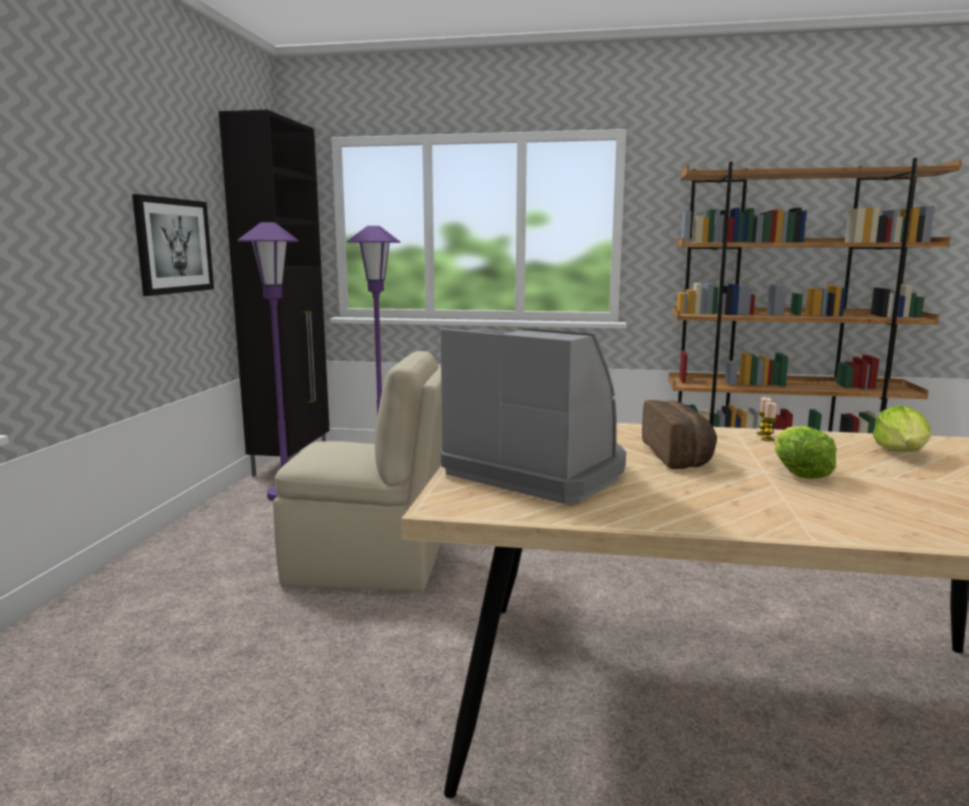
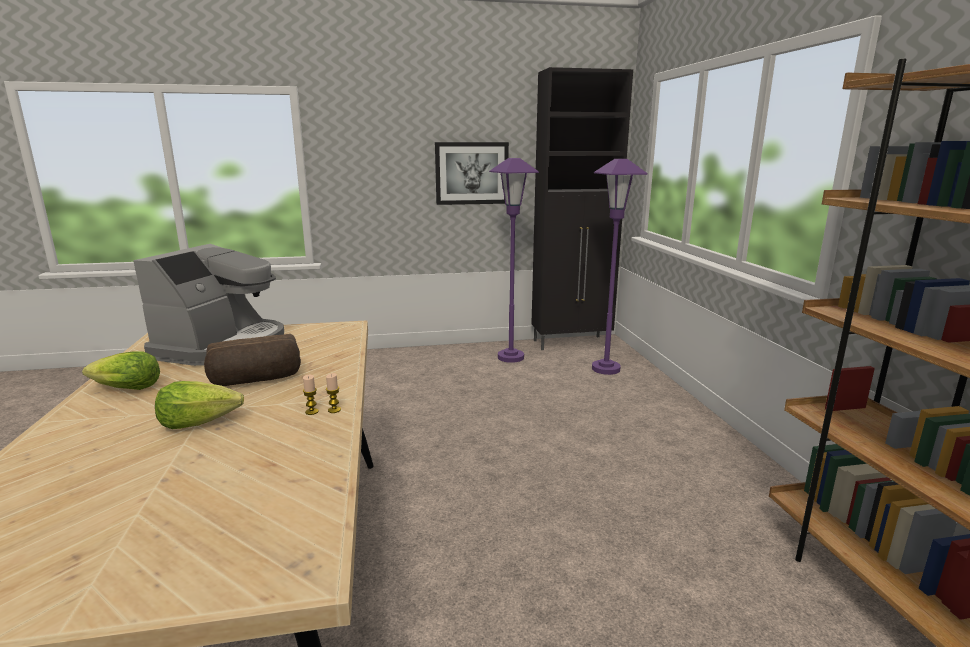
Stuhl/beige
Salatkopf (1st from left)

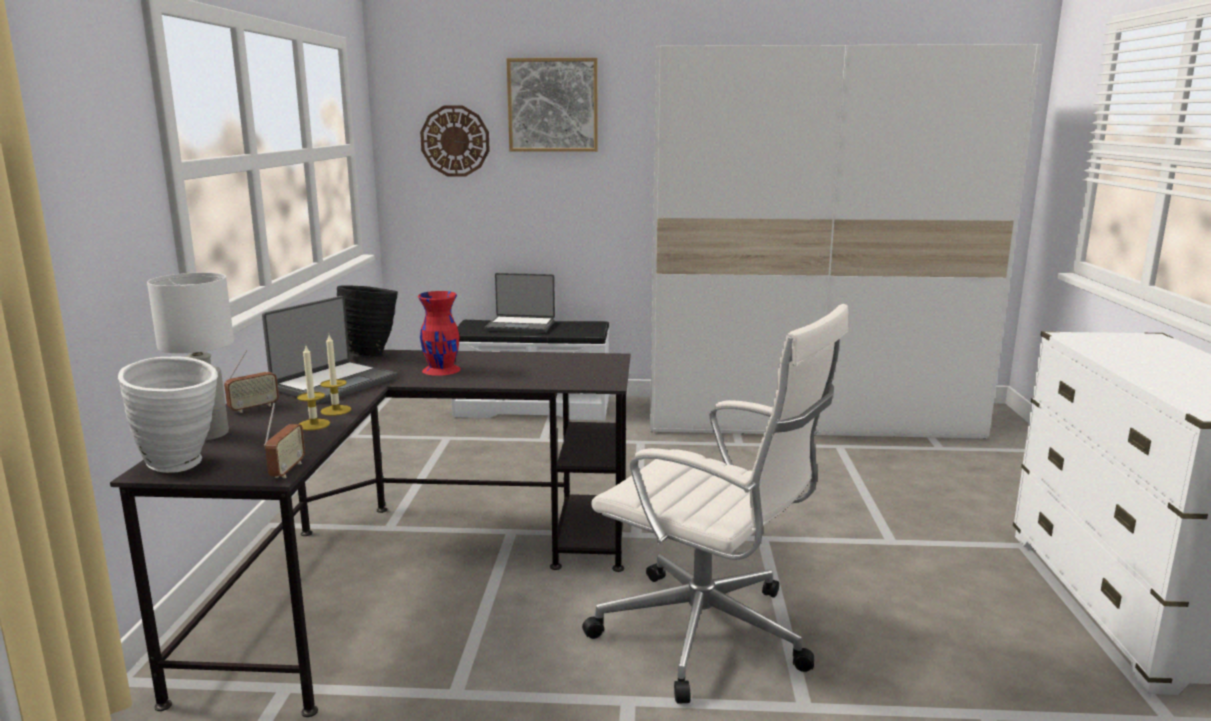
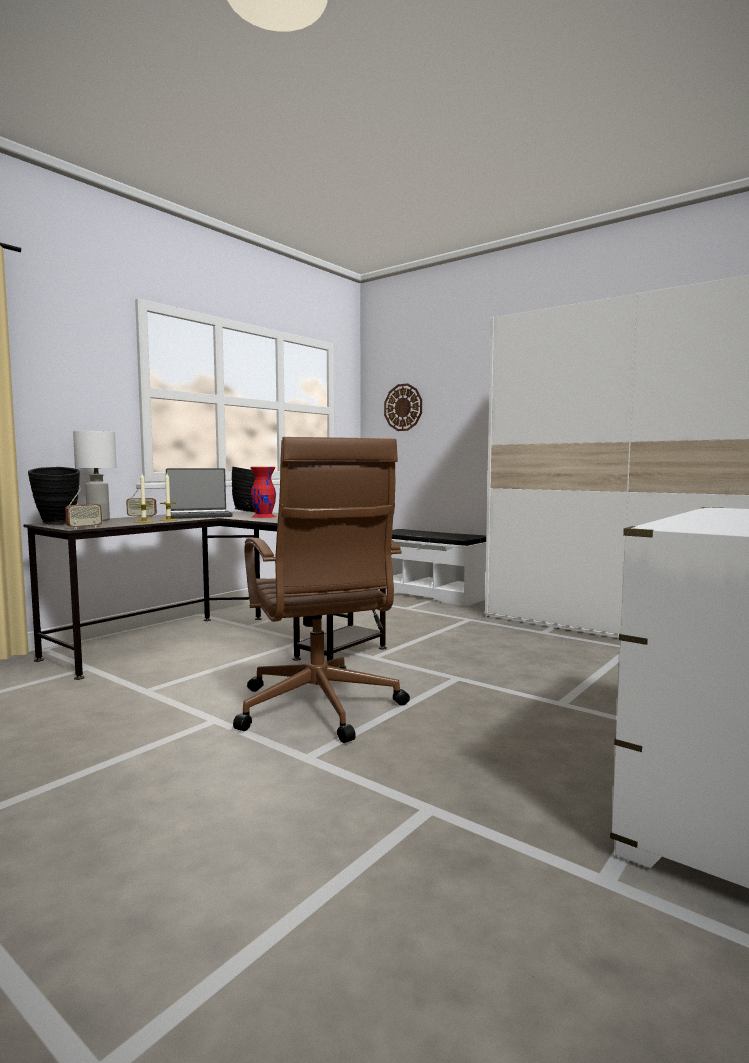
Bild
Laptop (2nd from left in the first image)
Bürostuhl/braun
Vase/schwarz (1st from left)

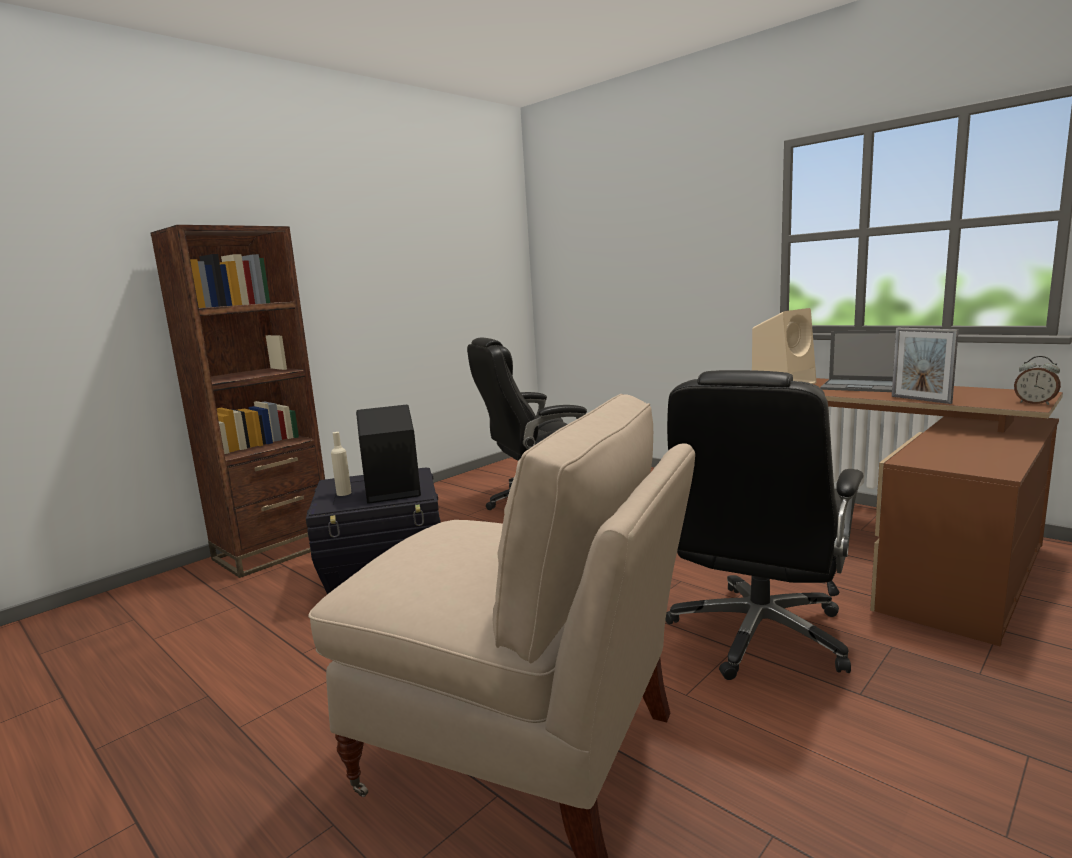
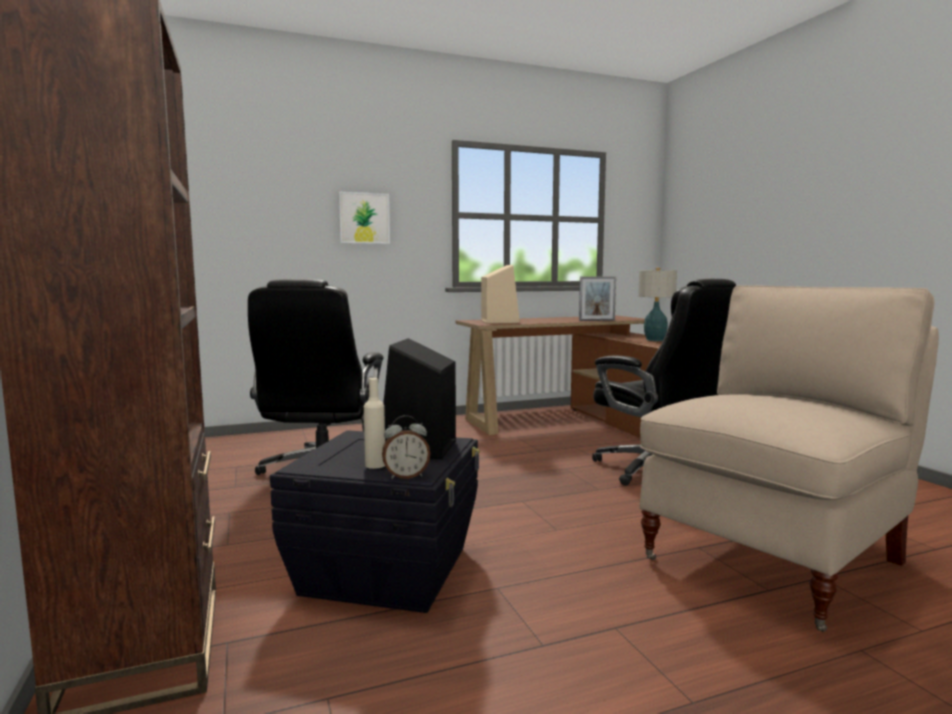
Laptop
Wecker
Bild
Tischlampe

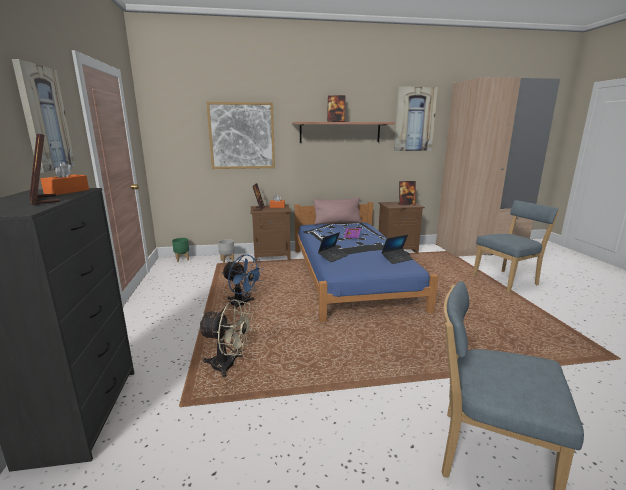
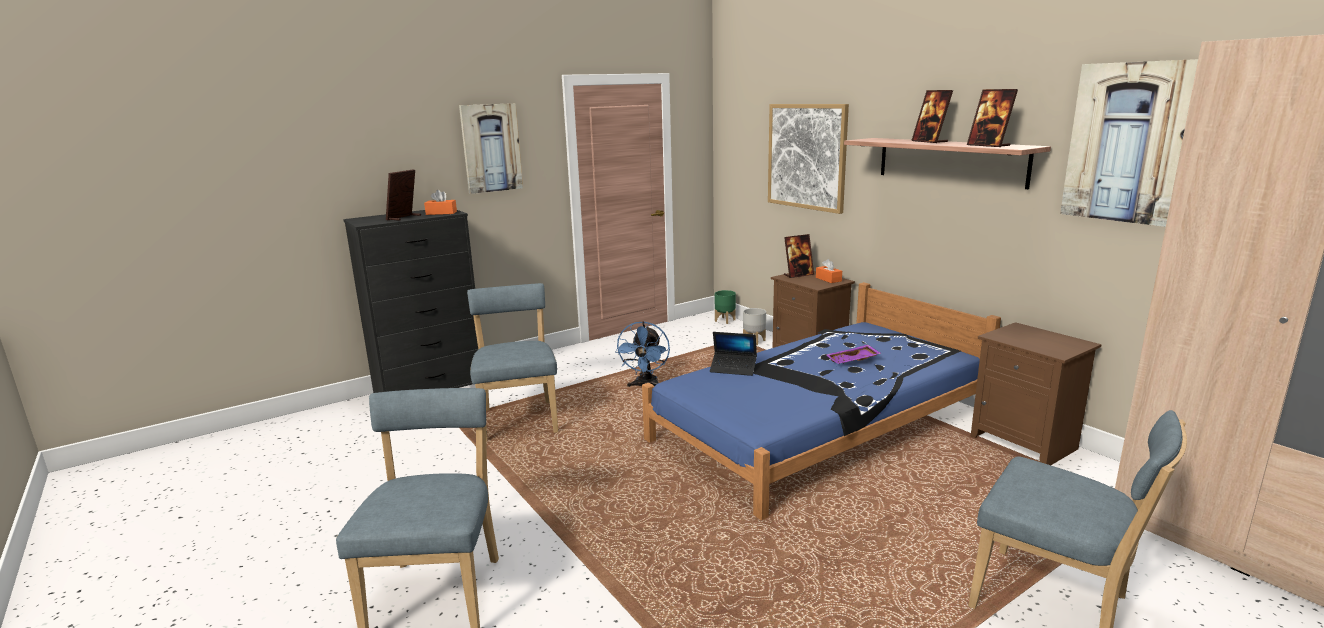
Bilderrahmen (4th from left)
Kissen/rosa
Laptop (2nd from left in the first image)
Stuhl/blau (2nd from left)

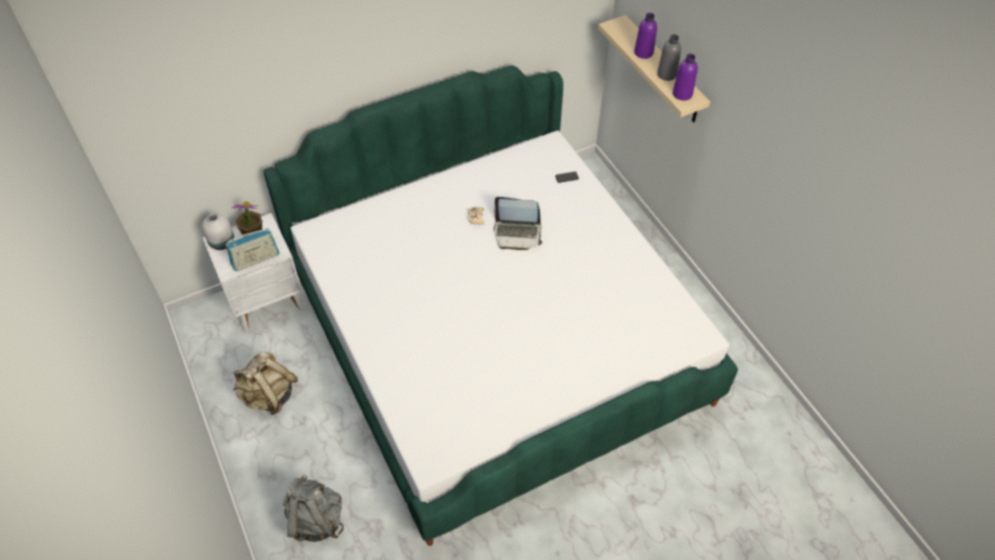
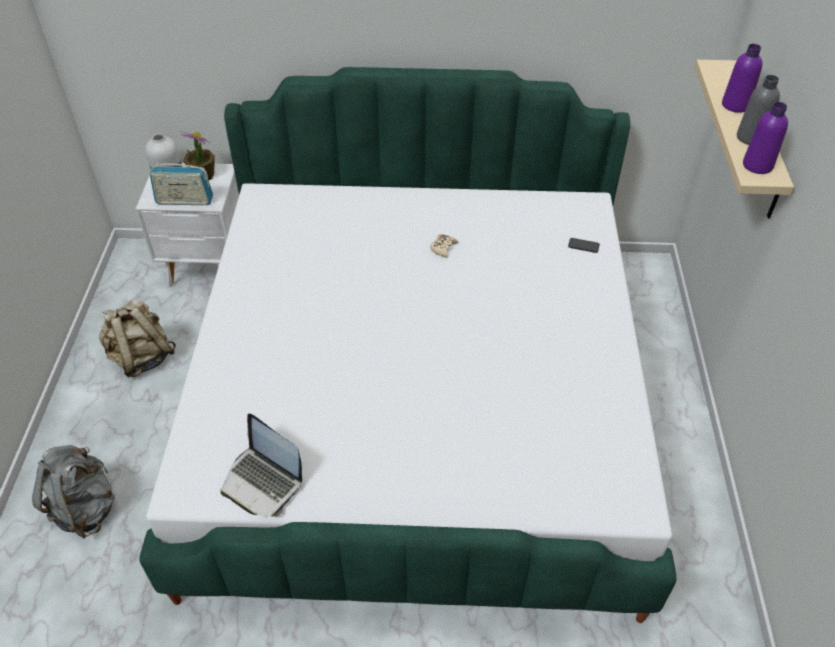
Laptop

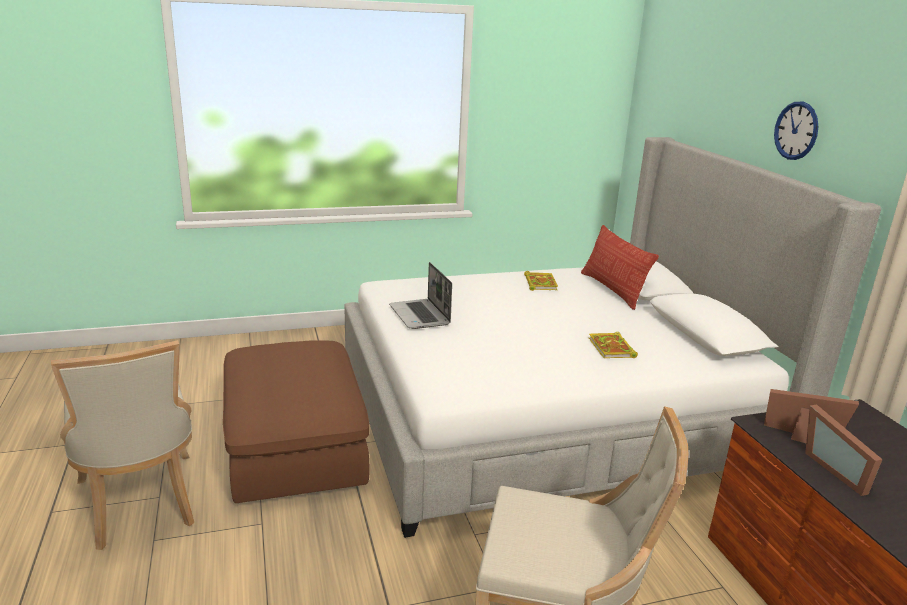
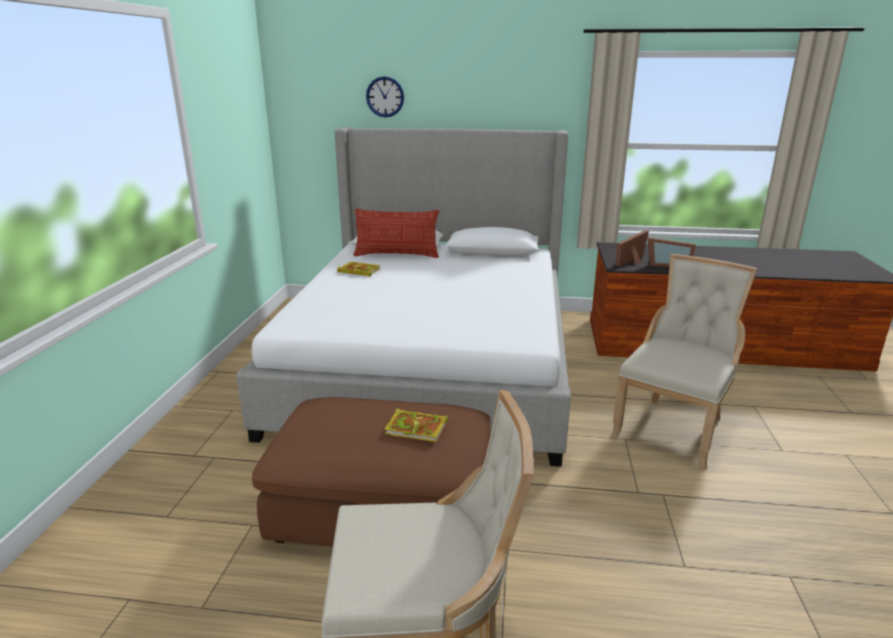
Wanduhr
Laptop
Buch (2nd from left)

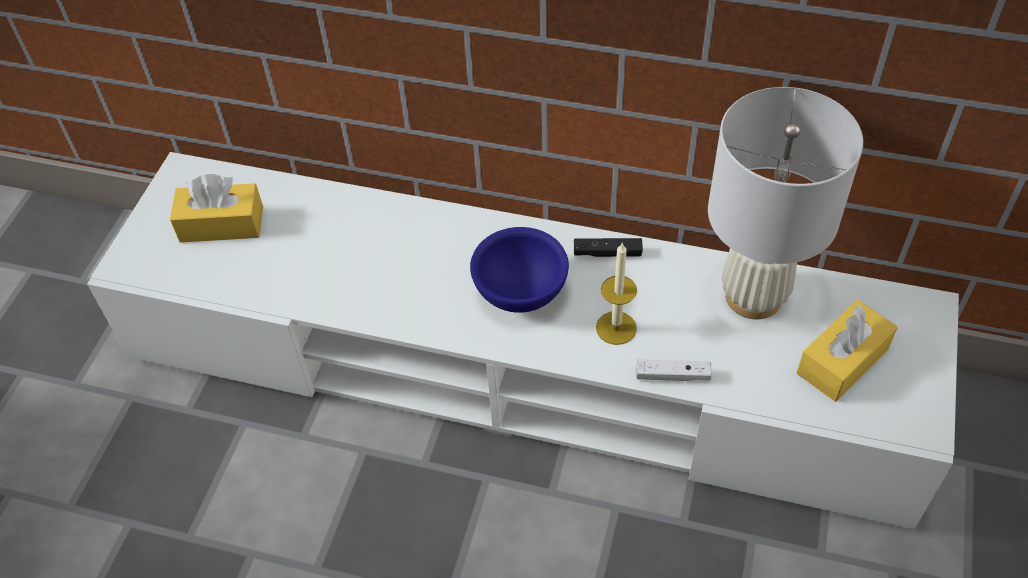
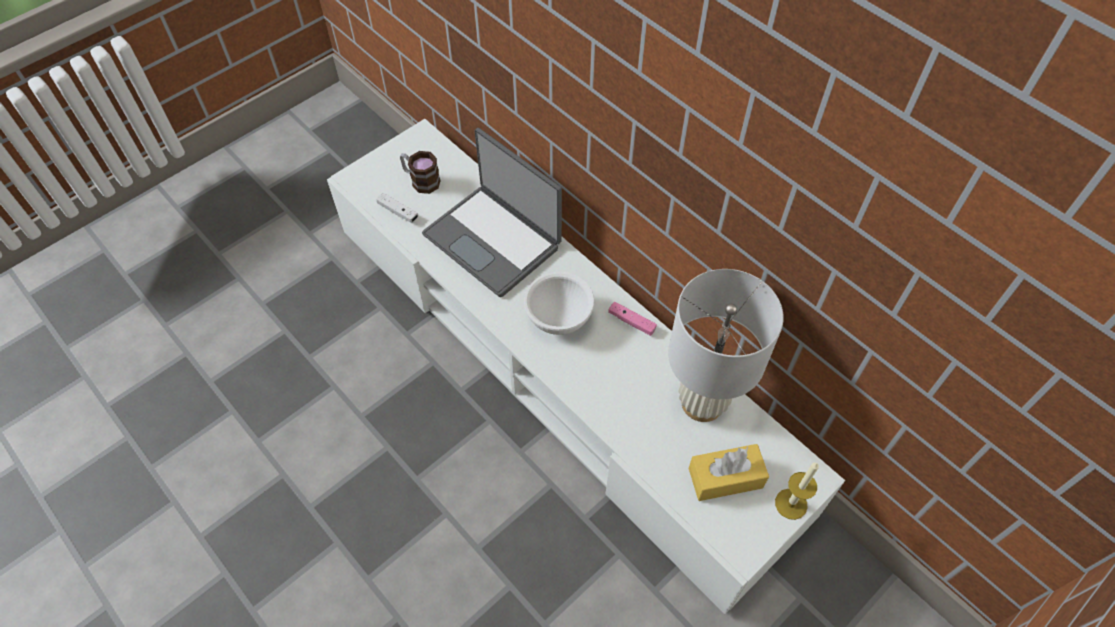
Henkelbecher
Schüssel/weiß
Gamepad/rosa
Kerze
Gamepad/weiß
Laptop

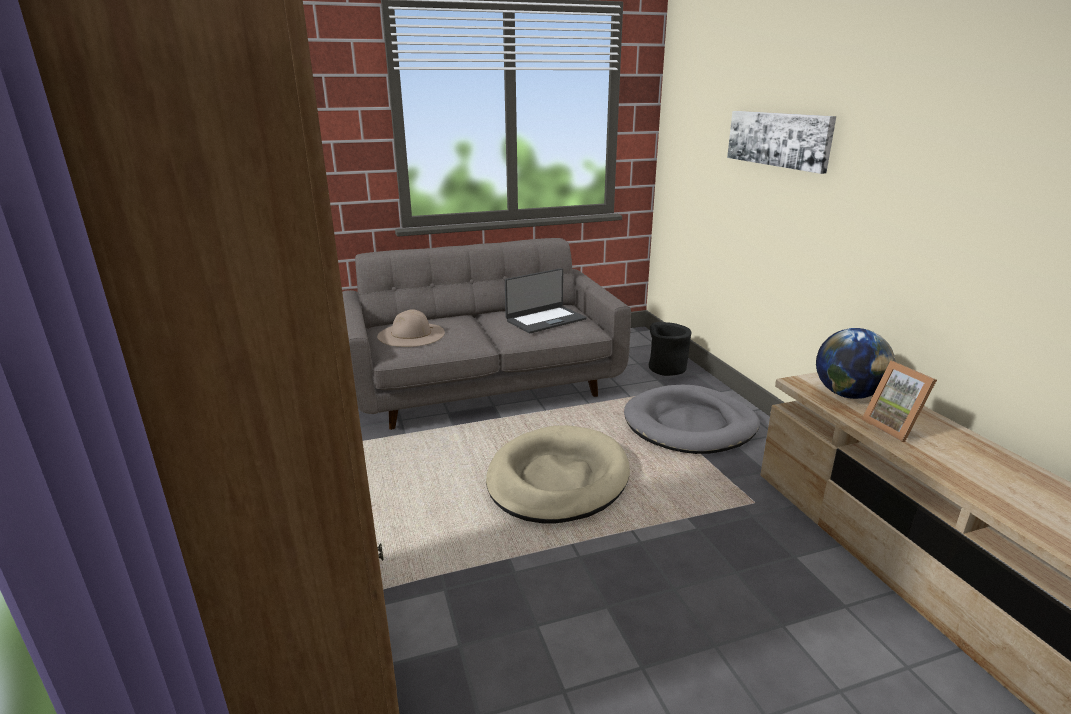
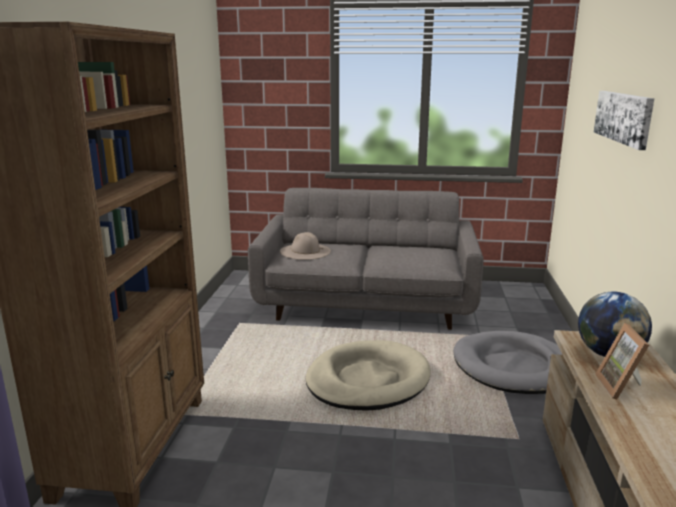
Laptop
Pflanzkübel/schwarz

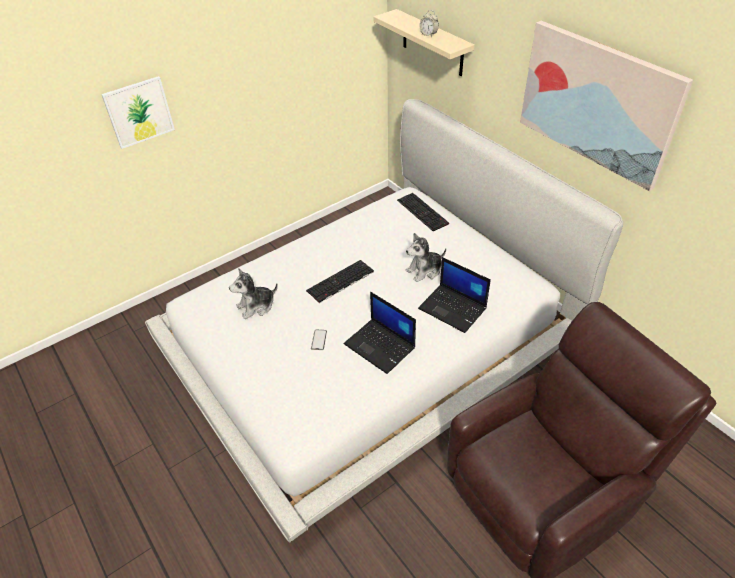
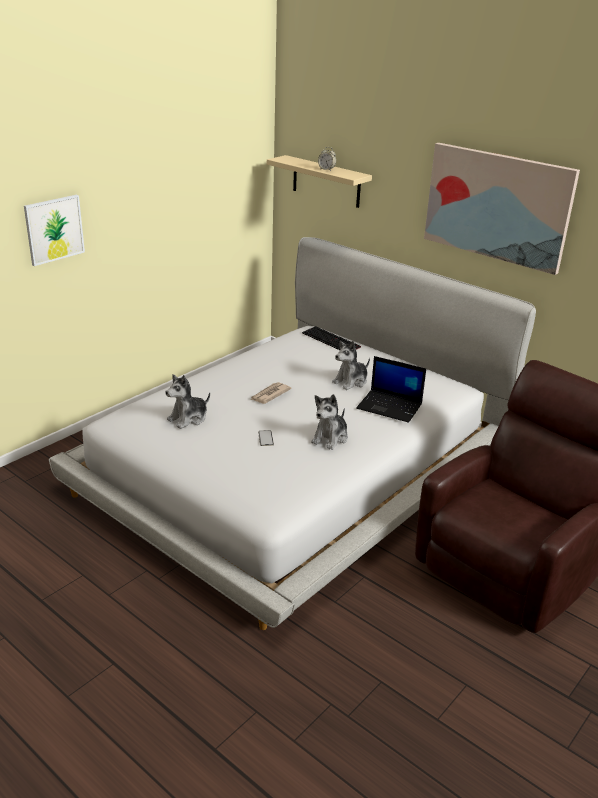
Zeitung
Plüschtier (2nd from left)

